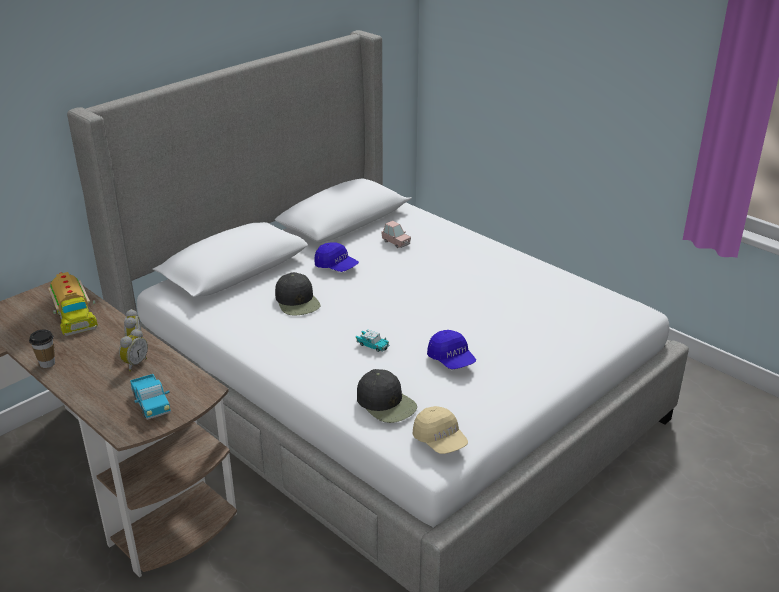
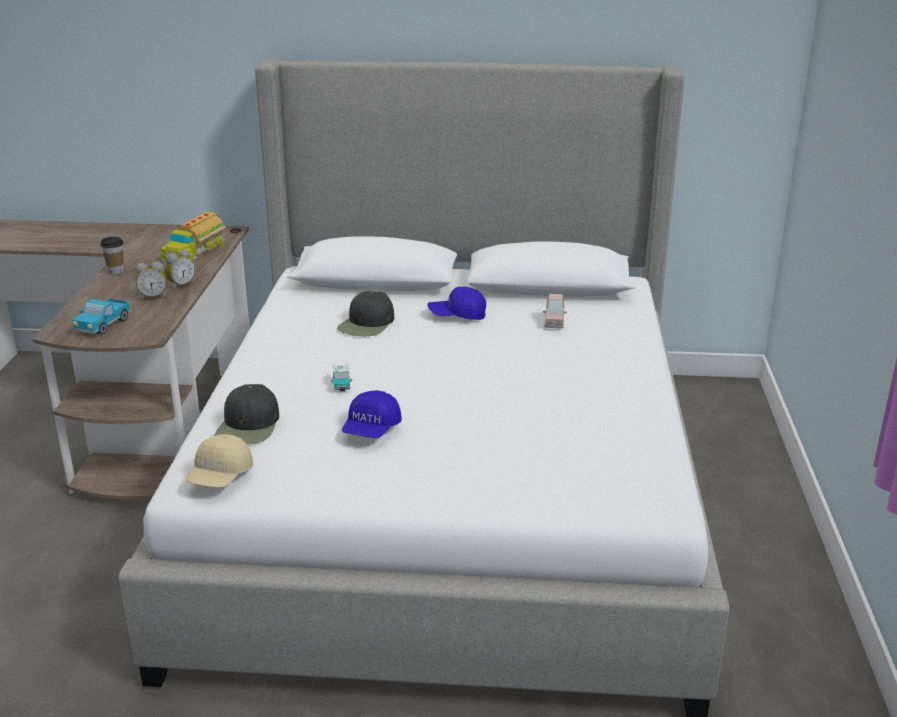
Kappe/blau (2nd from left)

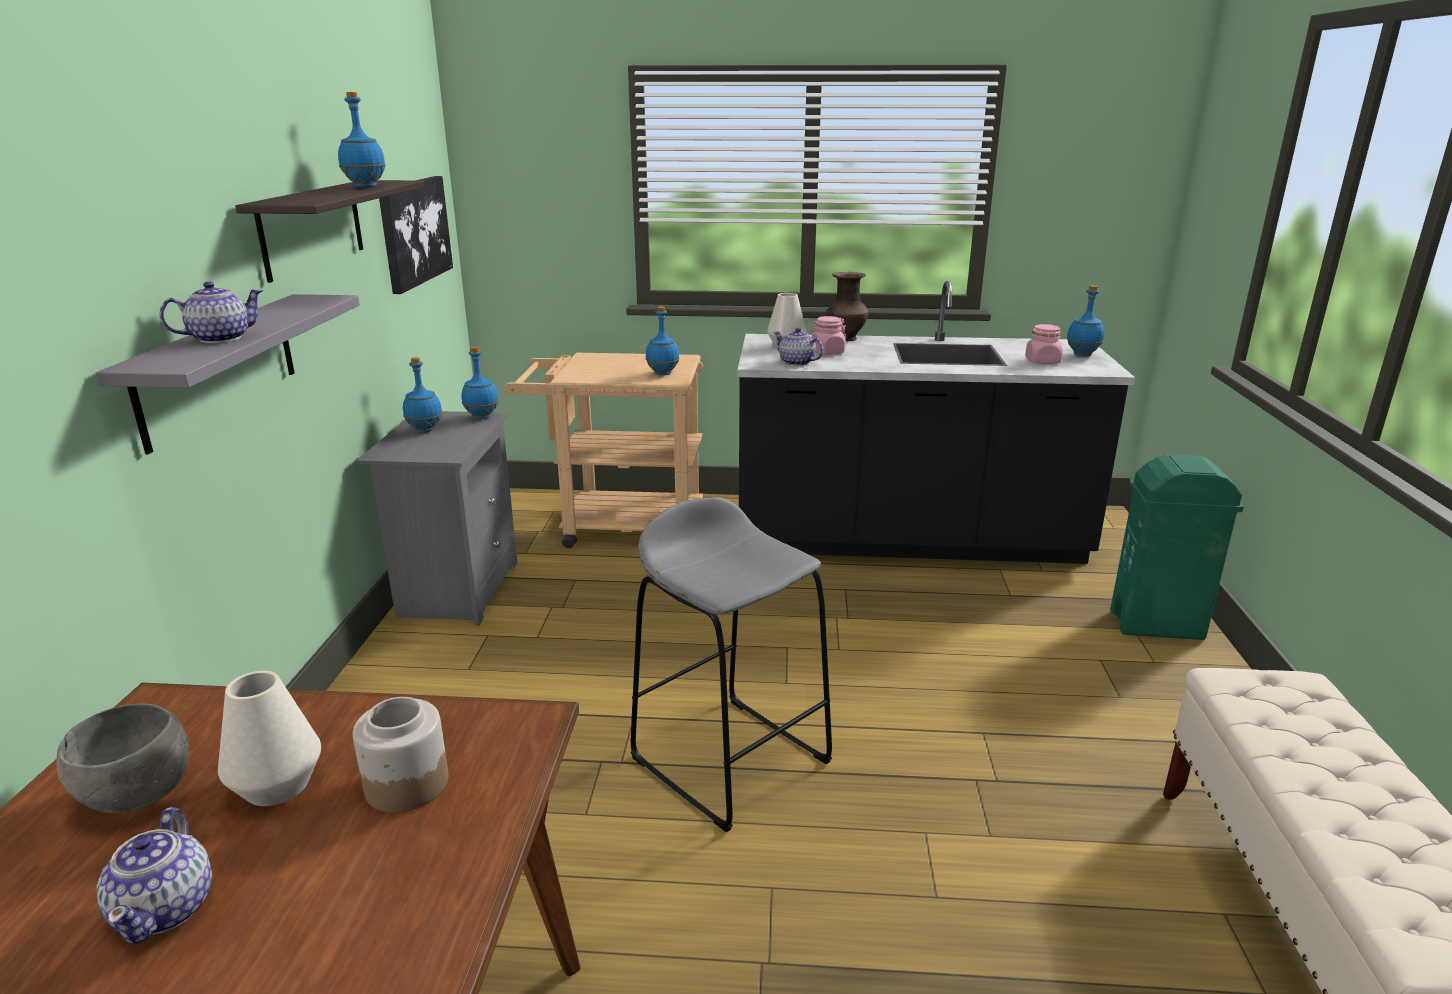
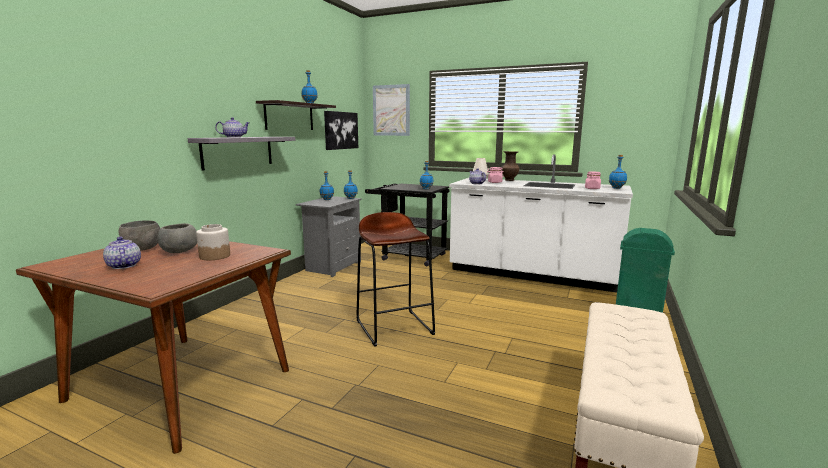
Küchenzeile/weiß
Rollwagen/schwarz
Hocker/braun
Schüssel/grau (2nd from left)
Teekanne (1st from left)
Bild (2nd from left)

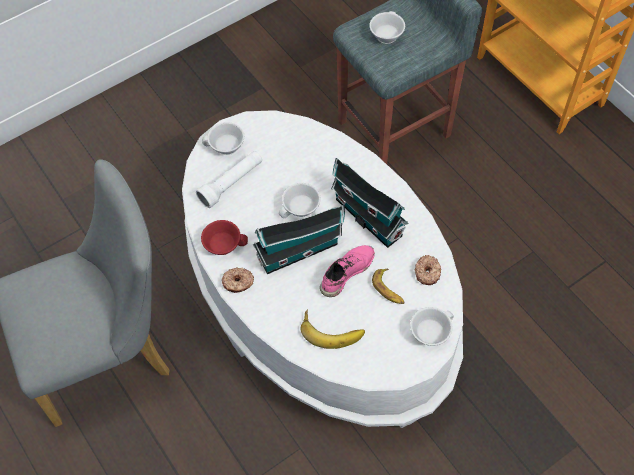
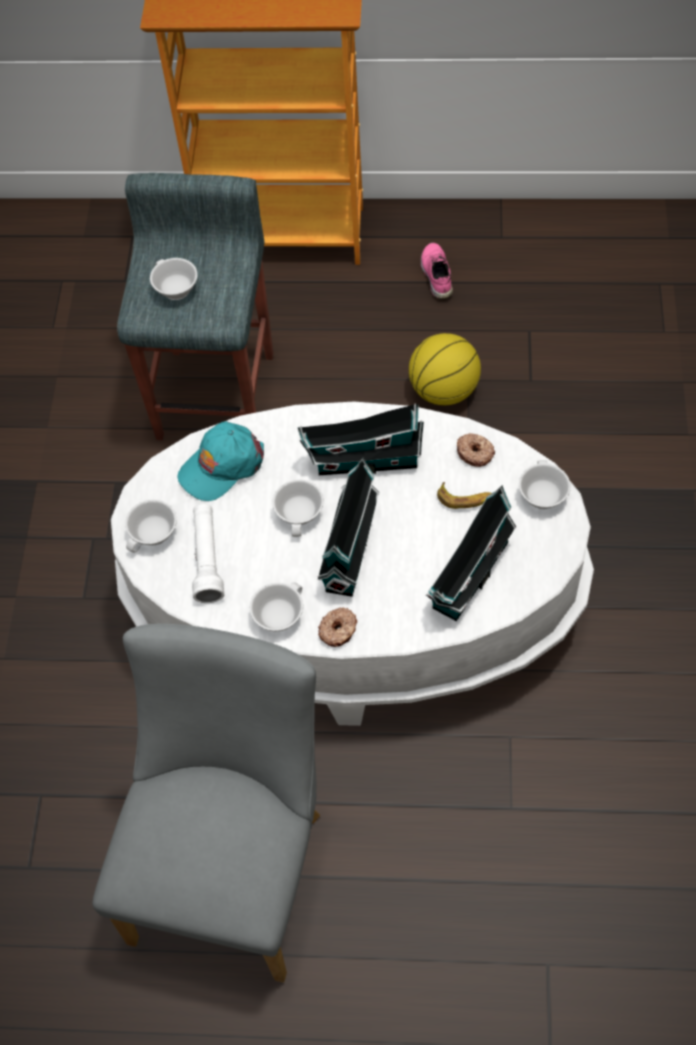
Tasse/weiß (3rd from left)
Schuh/rosa
Spielzeughaus (3rd from left)
Basketball
Kappe/türkis

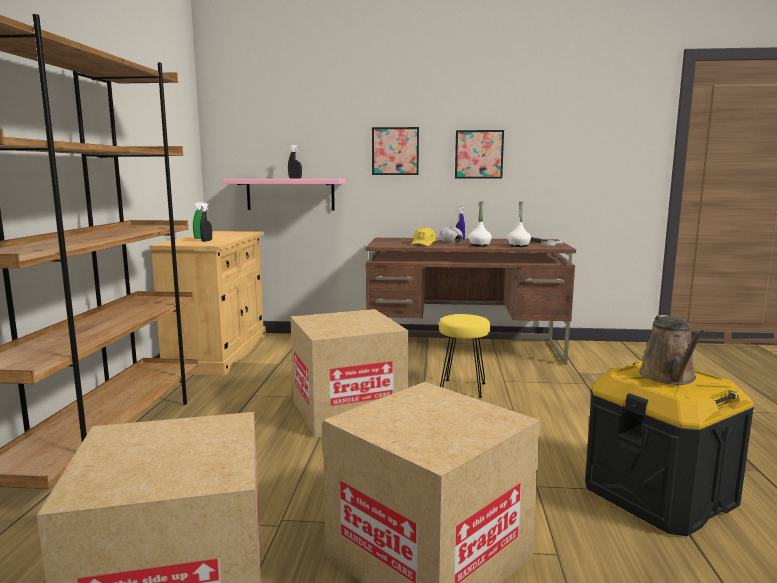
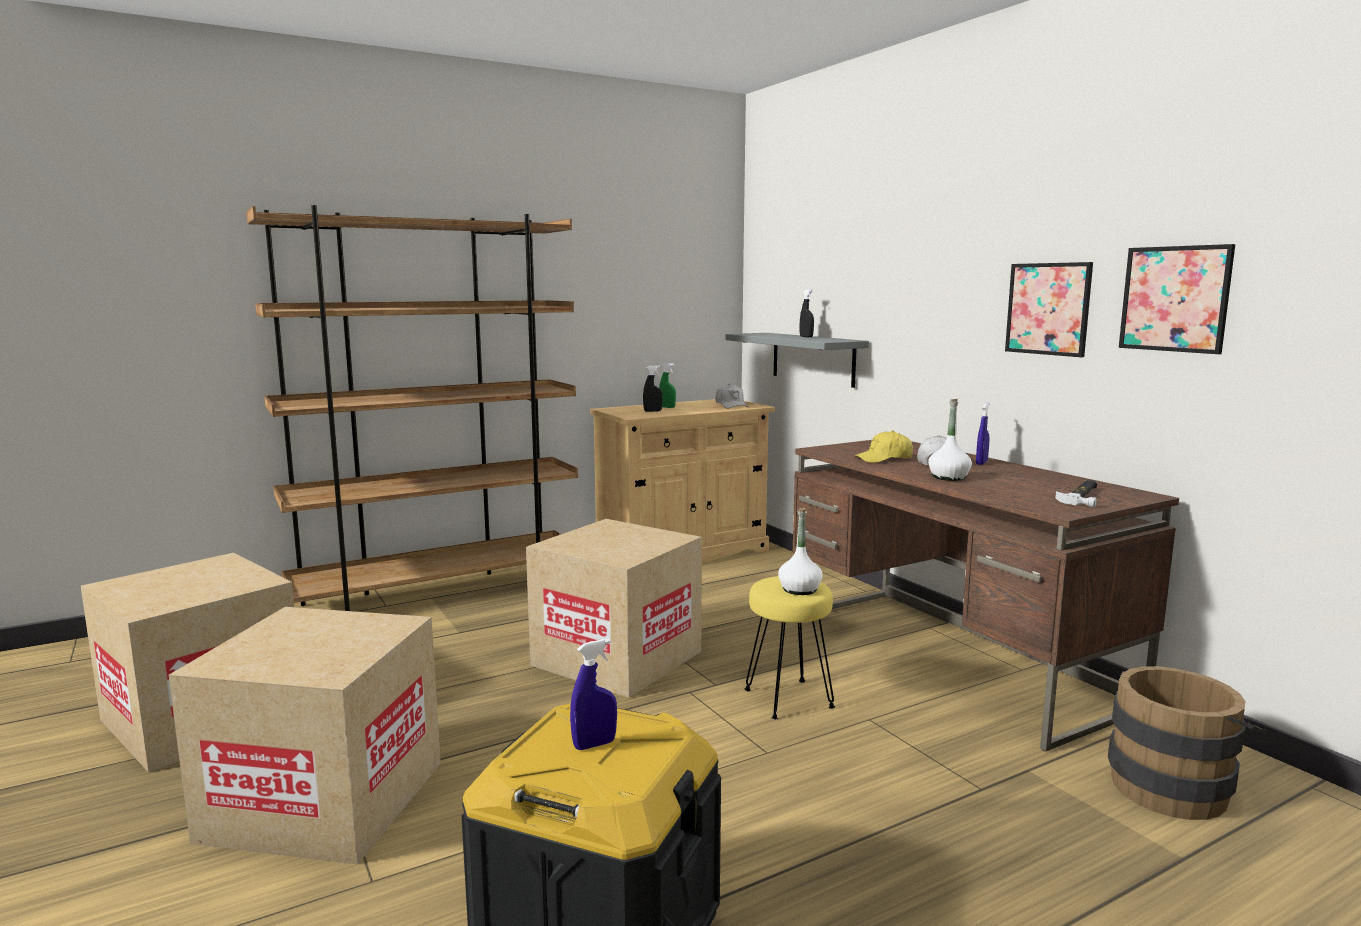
Bild (2nd from left)
Wandregal/grau
Flasche/weiß (1st from left)
Sprühflasche/blau (1st from left)
Kappe/weiß (1st from left)
Eimer/braun

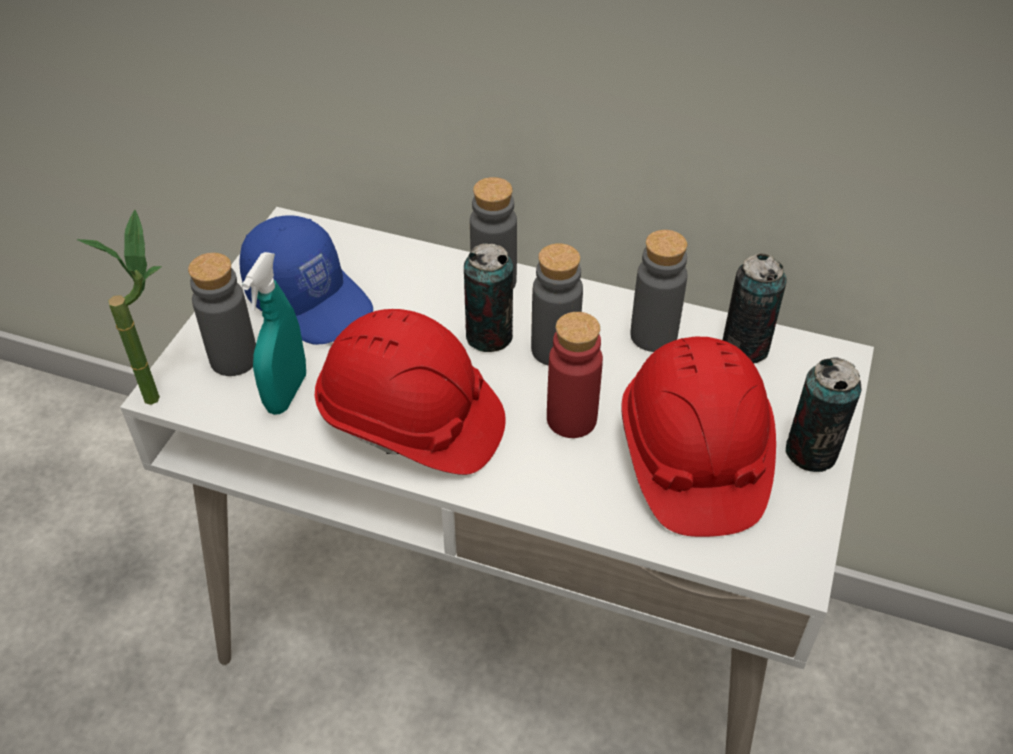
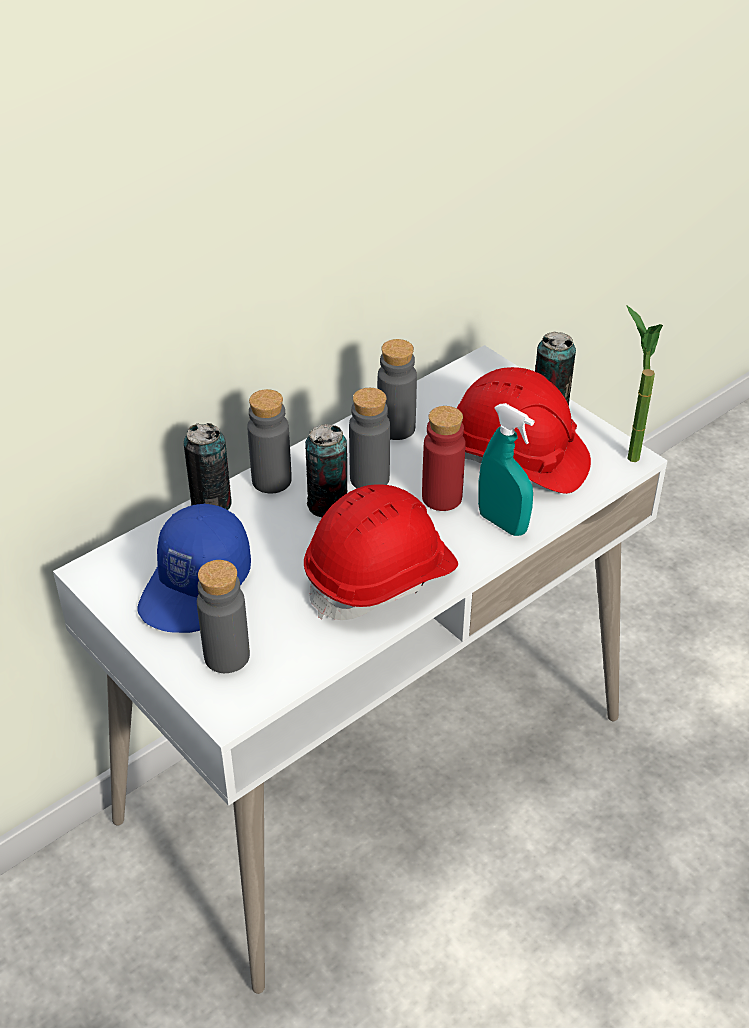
Topfpflanze
Kappe/blau
Sprühflasche/türkis
Dose (1st from left)

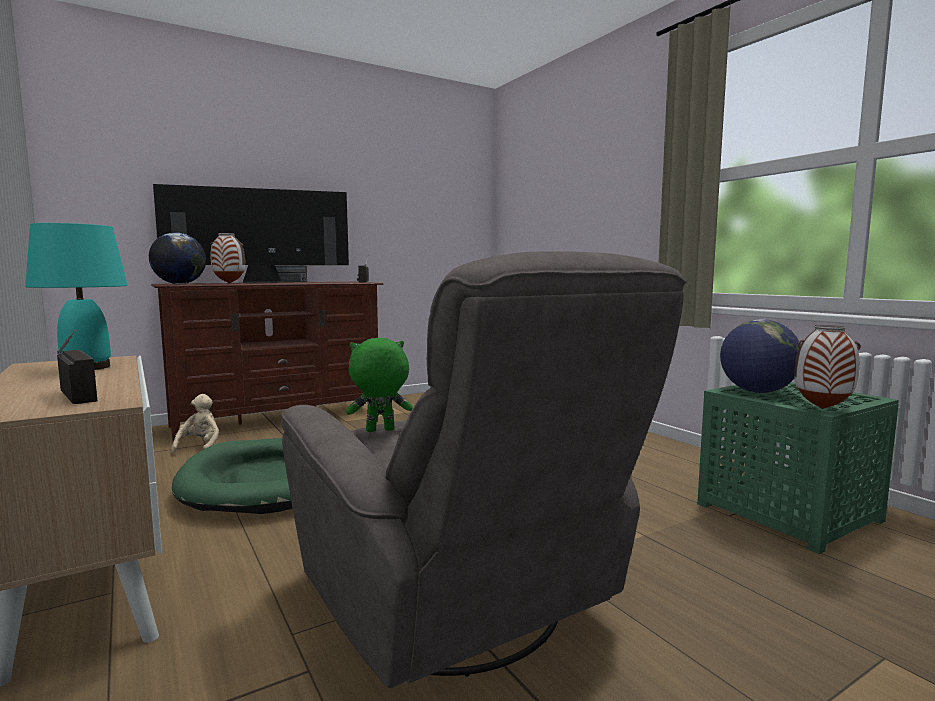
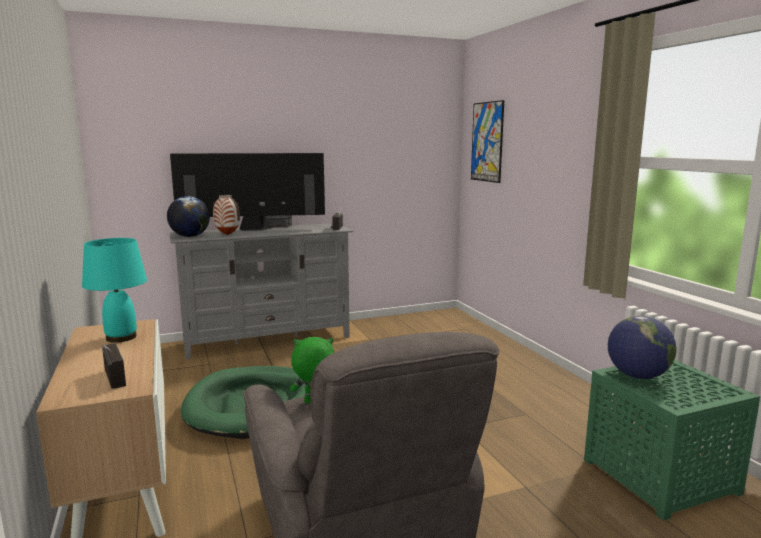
Fernsehschrank/grau
Vase (2nd from left in the first image)
Plüschtier/beige
Bild

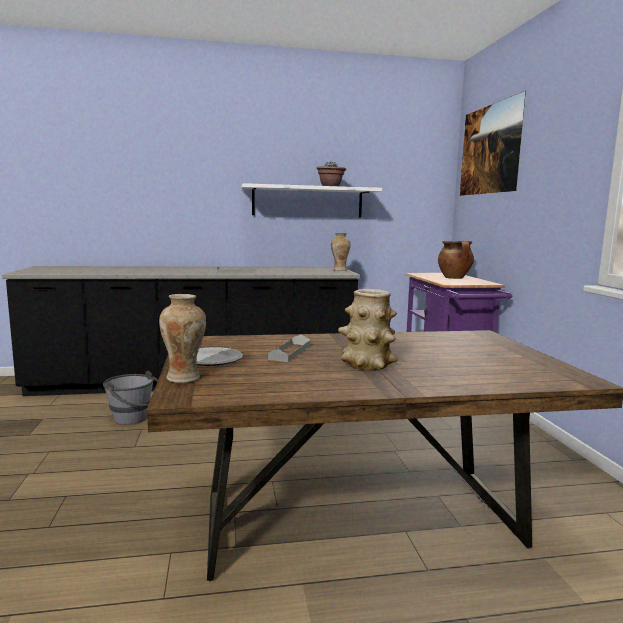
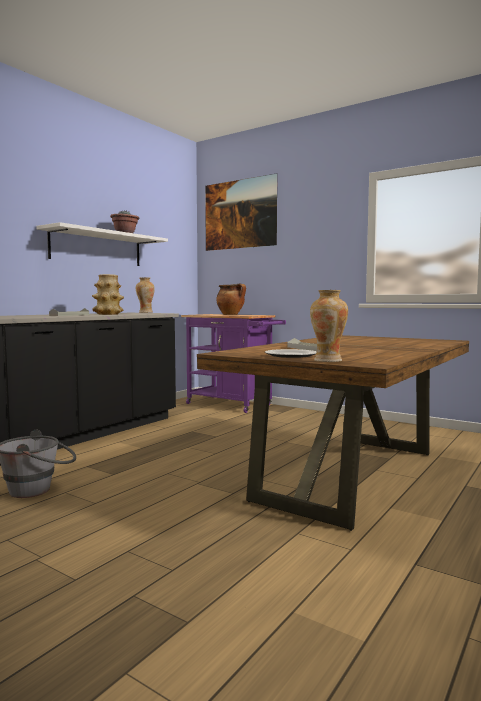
Vase (1st from left)

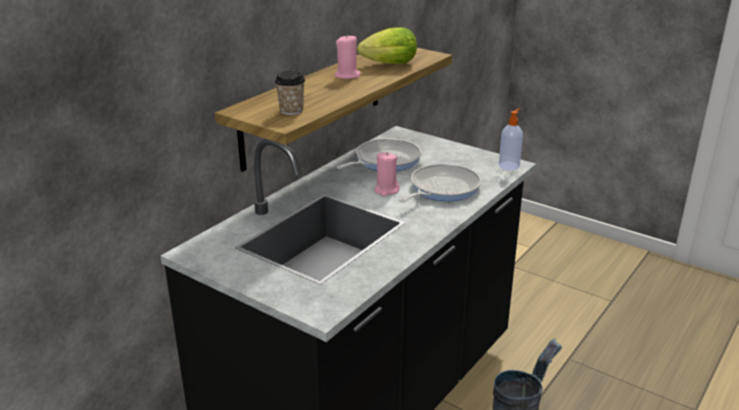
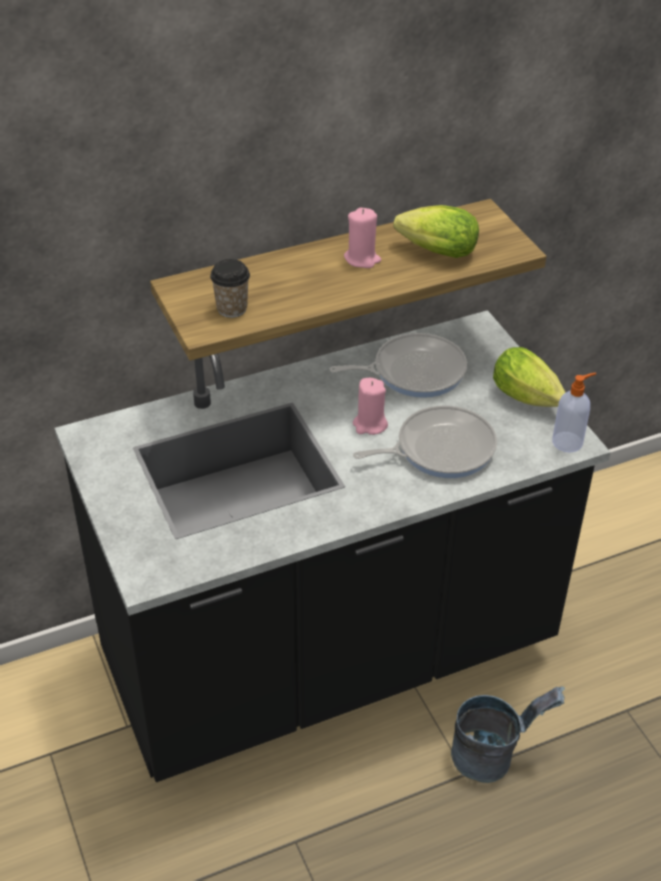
Salatkopf (2nd from left)

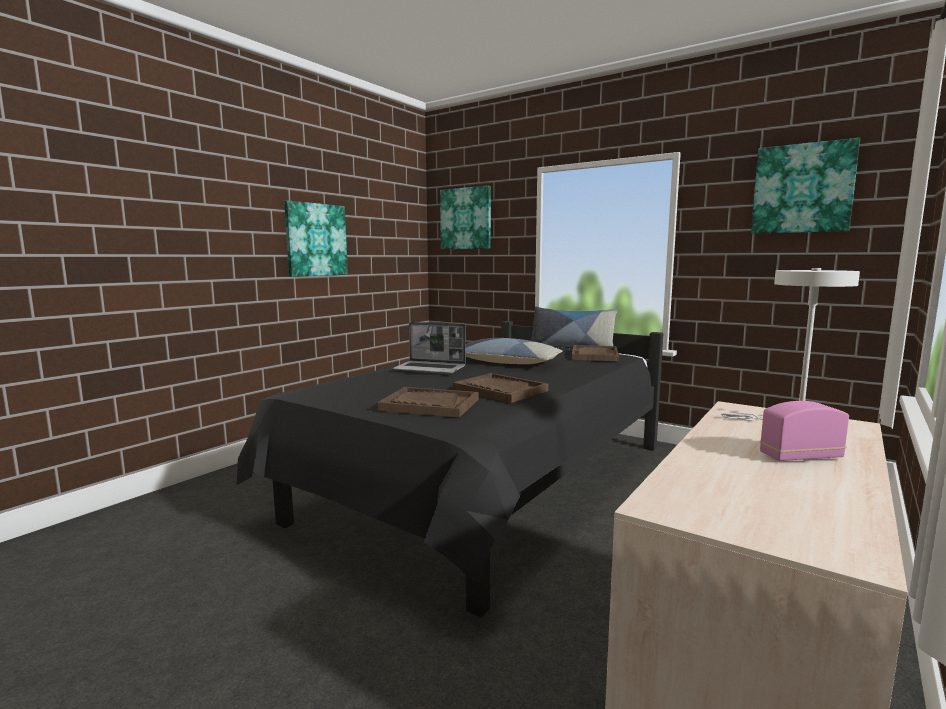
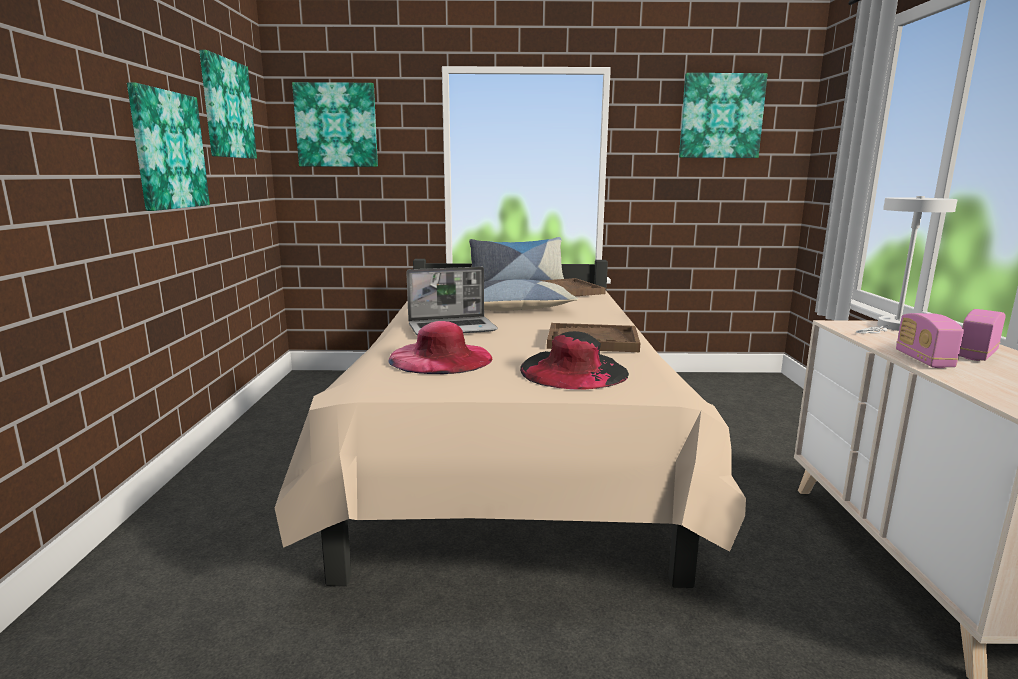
Bett/beige
Hut/schwarz
Bild (2nd from left)
Radio (1st from left)
Hut/rosa

